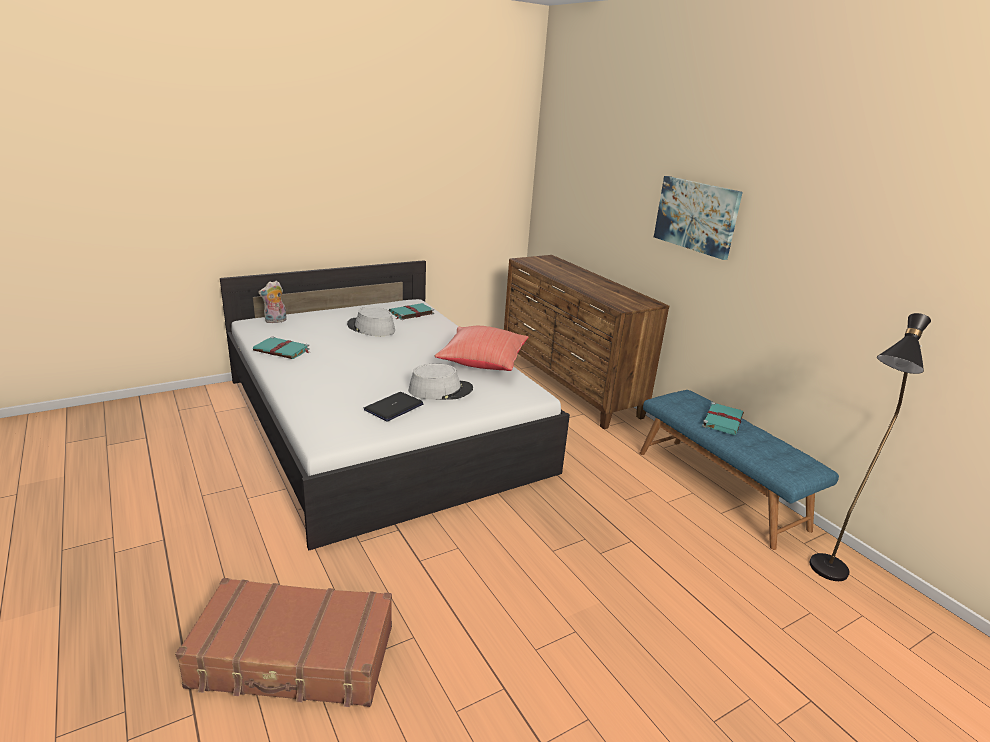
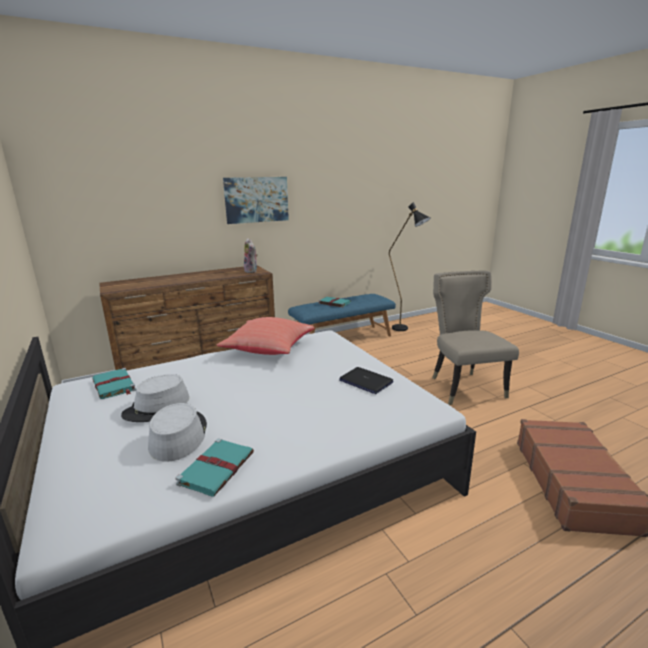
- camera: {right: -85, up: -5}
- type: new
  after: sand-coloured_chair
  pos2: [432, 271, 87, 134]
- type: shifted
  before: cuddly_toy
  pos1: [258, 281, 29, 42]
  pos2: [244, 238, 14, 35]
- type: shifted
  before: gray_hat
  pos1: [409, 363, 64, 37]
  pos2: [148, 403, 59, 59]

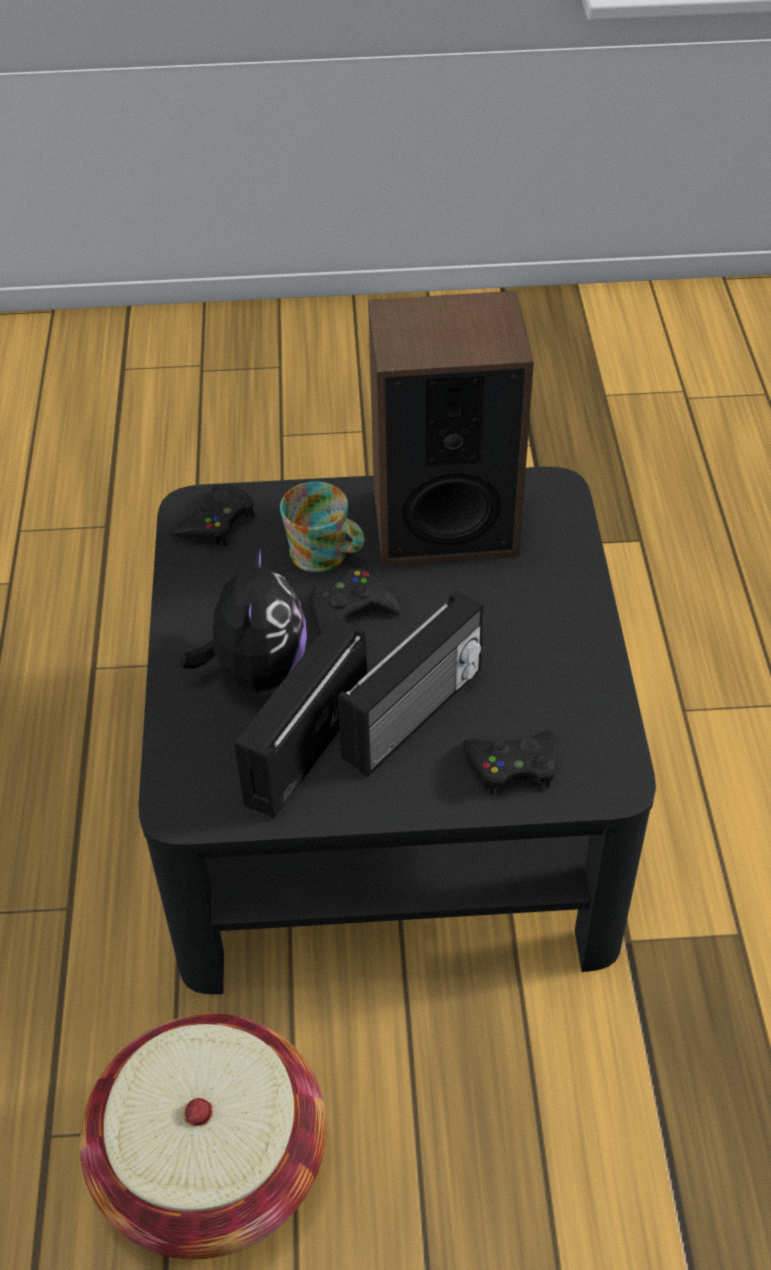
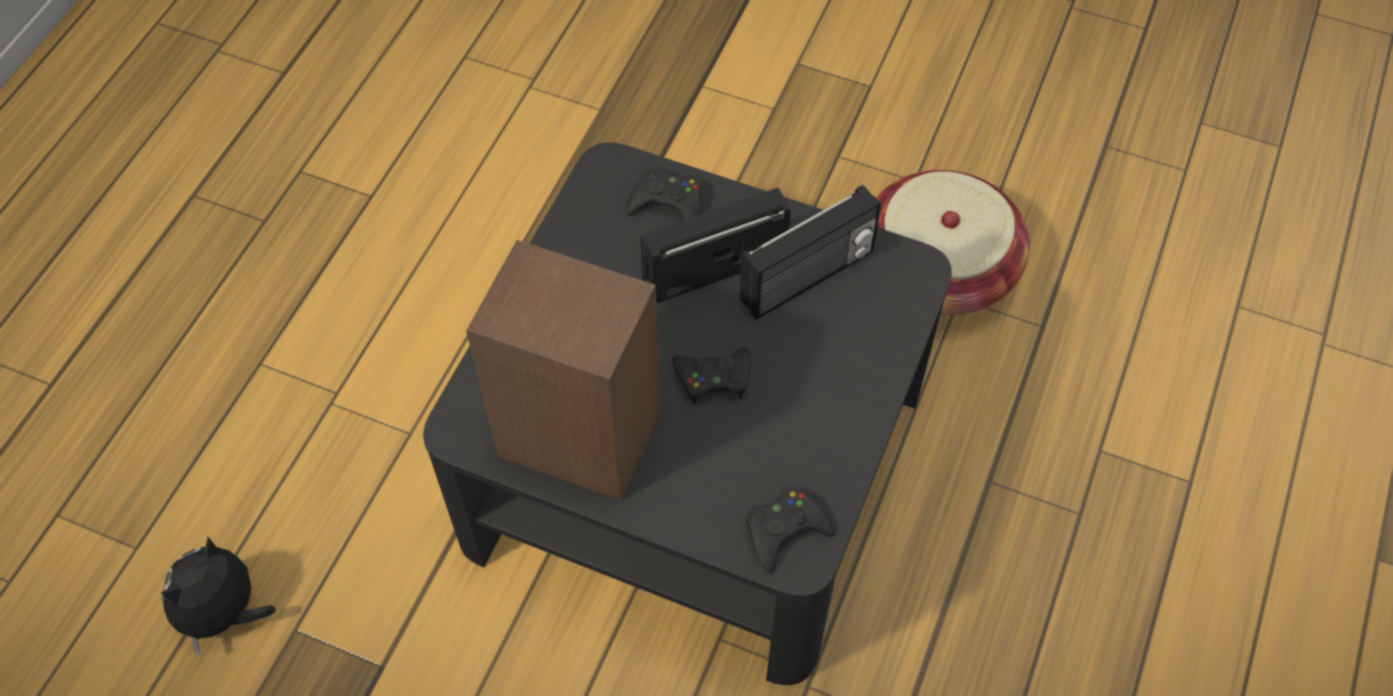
- camera: {right: -155, up: 10}
- type: gone
  before: coffee_mug
  pos1: [280, 482, 84, 90]
- type: shifted
  before: cuddly_toy
  pos1: [180, 543, 127, 149]
  pos2: [161, 537, 115, 118]

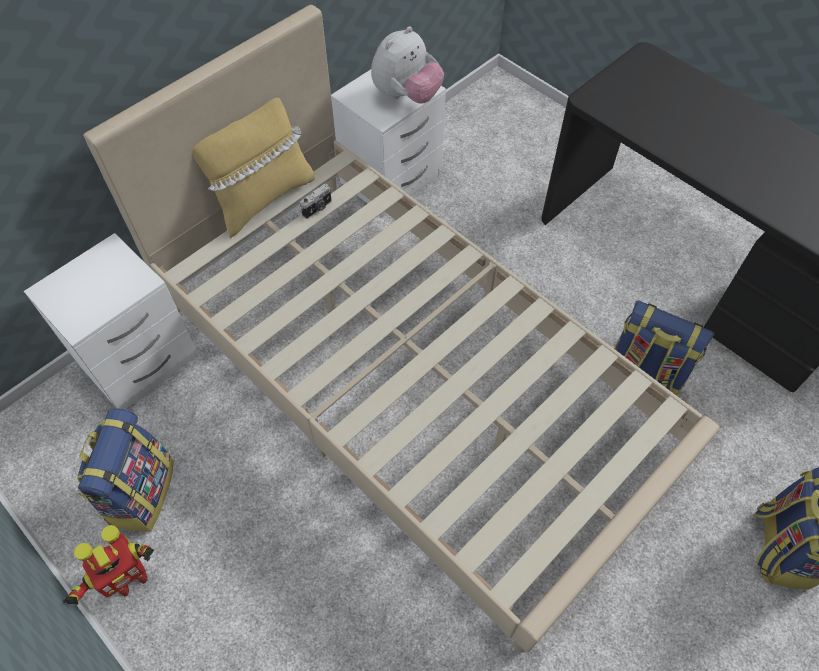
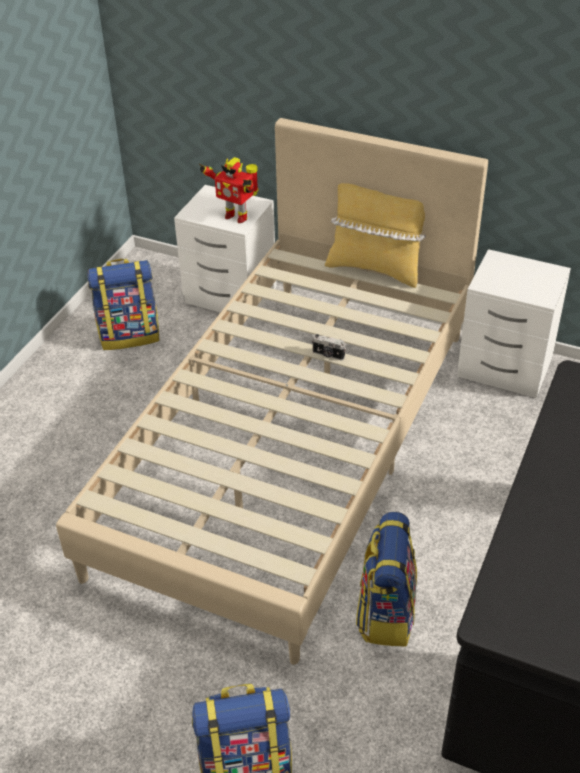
- camera: {right: 70, up: -15}
- type: gone
  before: cuddly_toy
  pos1: [371, 26, 73, 78]
- type: shifted
  before: model_robot
  pos1: [63, 525, 91, 80]
  pos2: [199, 157, 60, 66]
- type: shifted
  before: still_camera
  pos1: [300, 184, 32, 35]
  pos2: [312, 334, 34, 27]

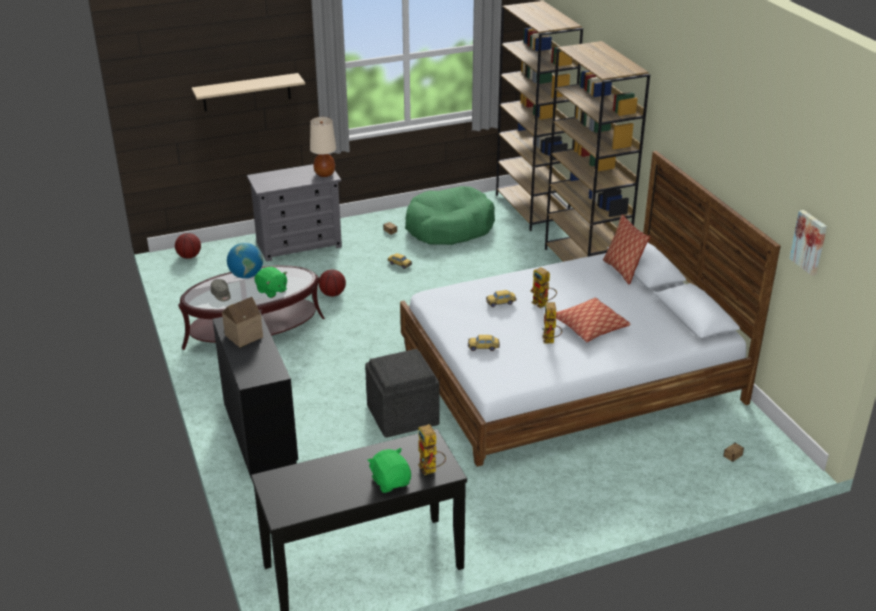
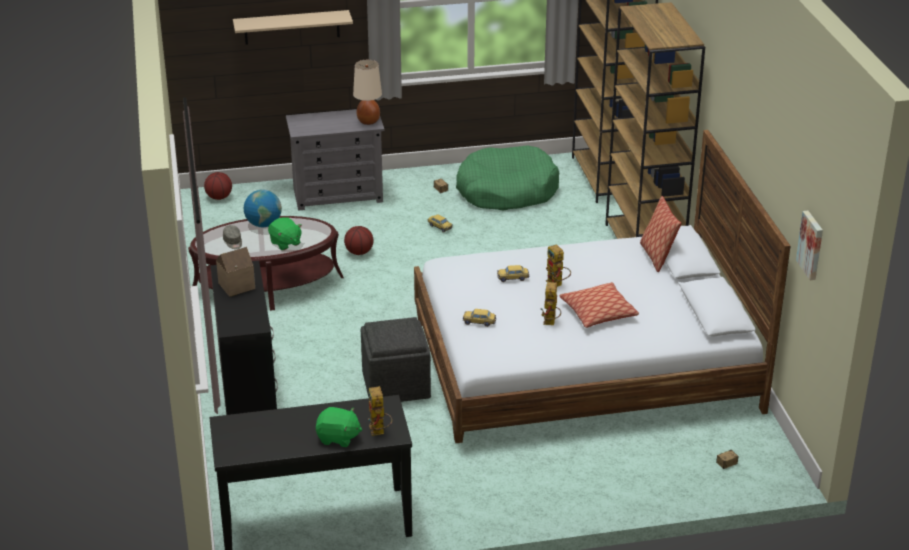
- camera: {right: 10, up: 0}
- type: rotated
  before: greenish_cuddly_toy
  pos1: [367, 448, 44, 45]
  pos2: [316, 407, 46, 40]
  turn: 120

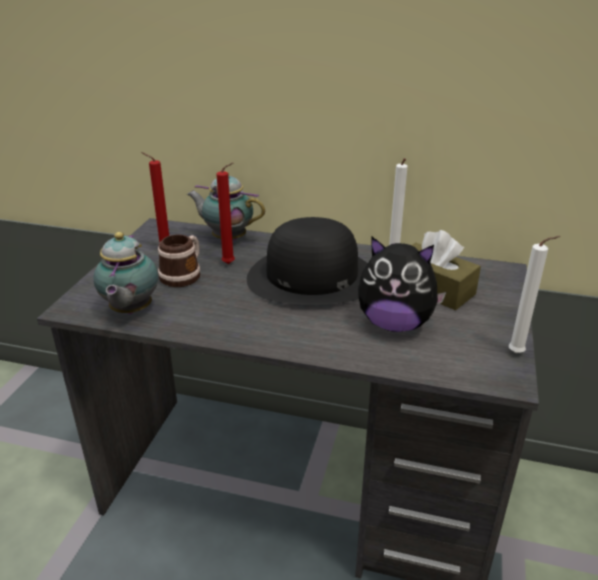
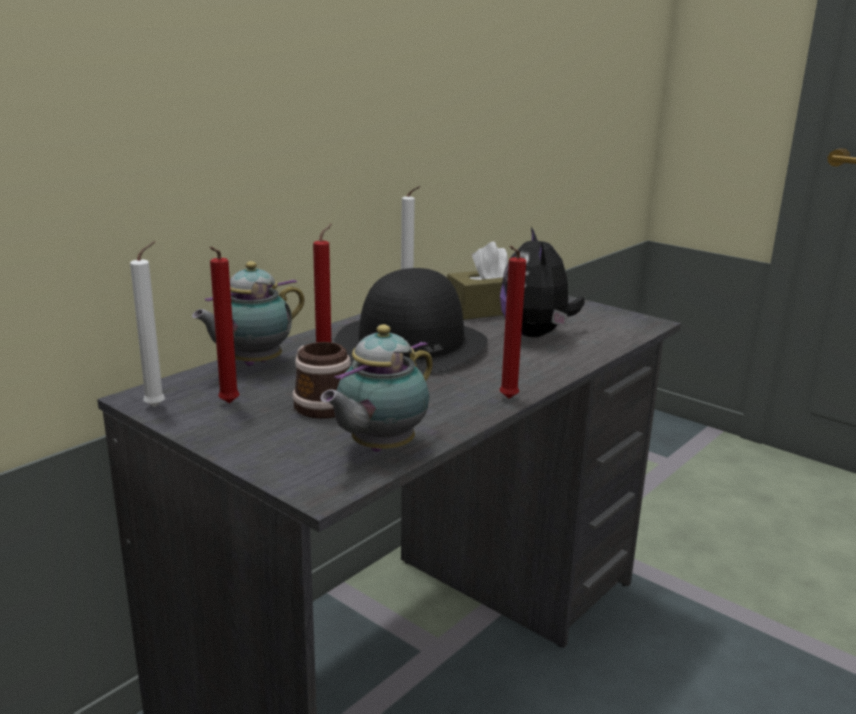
- camera: {right: -65, up: -10}
- type: new
  after: red-coloured_wax_candle
  pos2: [499, 246, 27, 152]
- type: shifted
  before: white-coloured_wax_candle
  pos1: [509, 236, 51, 117]
  pos2: [130, 241, 35, 166]
- type: rotated
  before: teapot
  pos1: [93, 232, 65, 82]
  pos2: [320, 324, 113, 128]
  turn: 105
- type: rotated
  before: cuddly_toy
  pos1: [358, 237, 88, 95]
  pos2: [500, 227, 85, 110]
  turn: 135

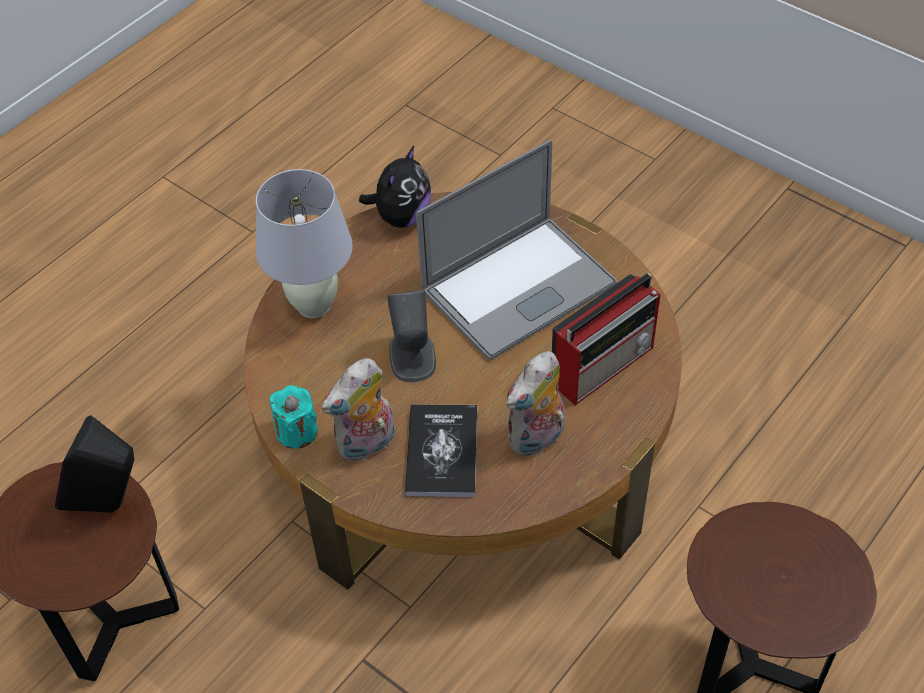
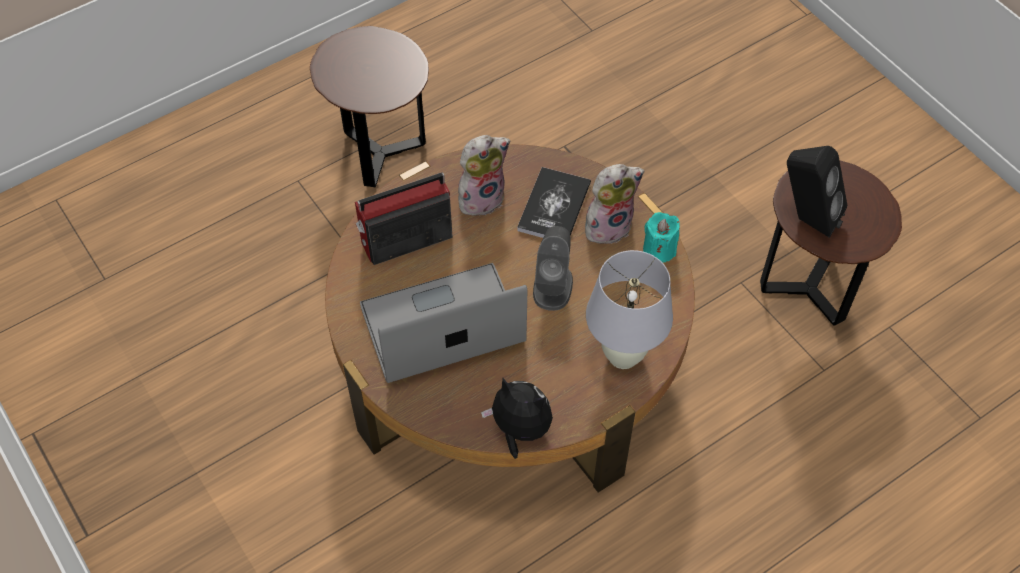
- camera: {right: -165, up: 5}
- type: rotated
  before: cuddly_toy
  pos1: [359, 146, 72, 82]
  pos2: [481, 378, 72, 81]
  turn: 75

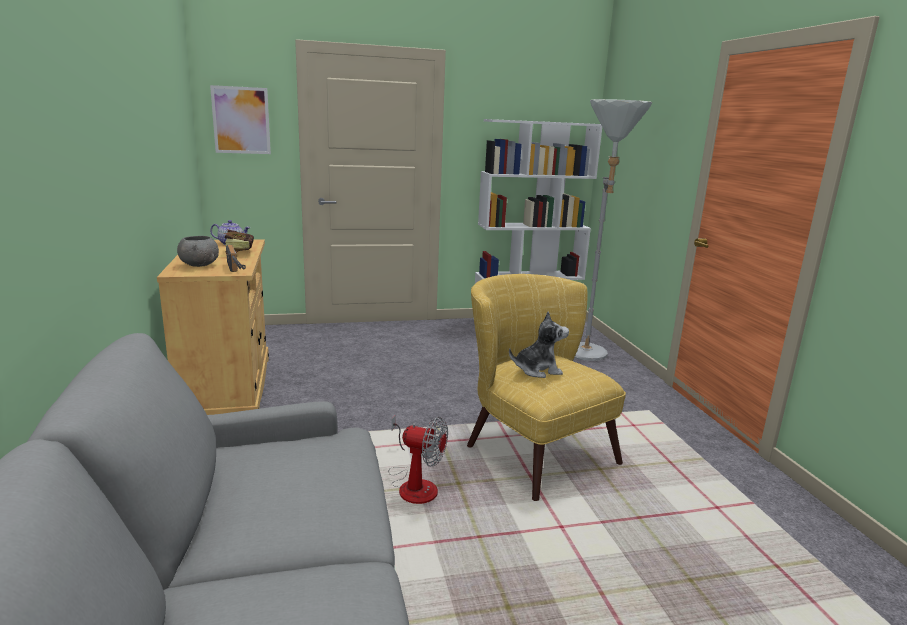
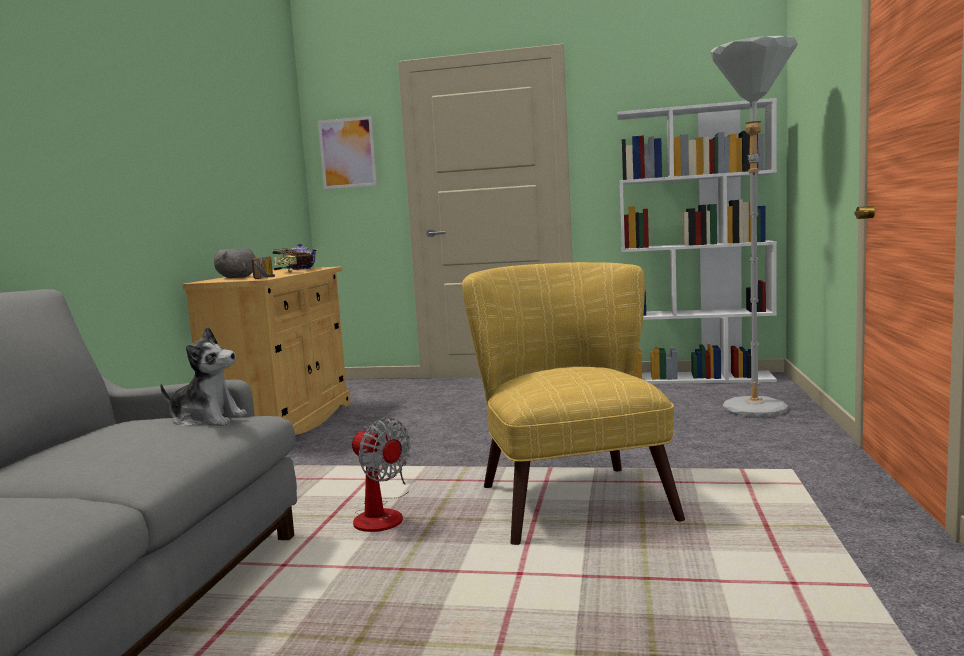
- camera: {right: 25, up: -10}
- type: shifted
  before: cuddly_toy
  pos1: [509, 312, 60, 66]
  pos2: [160, 327, 87, 99]

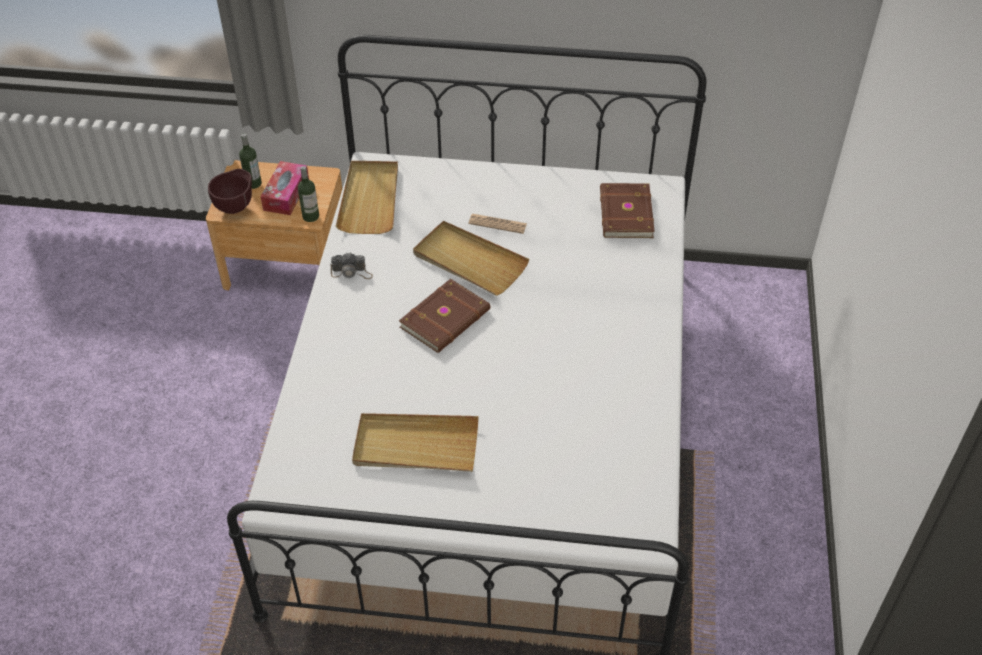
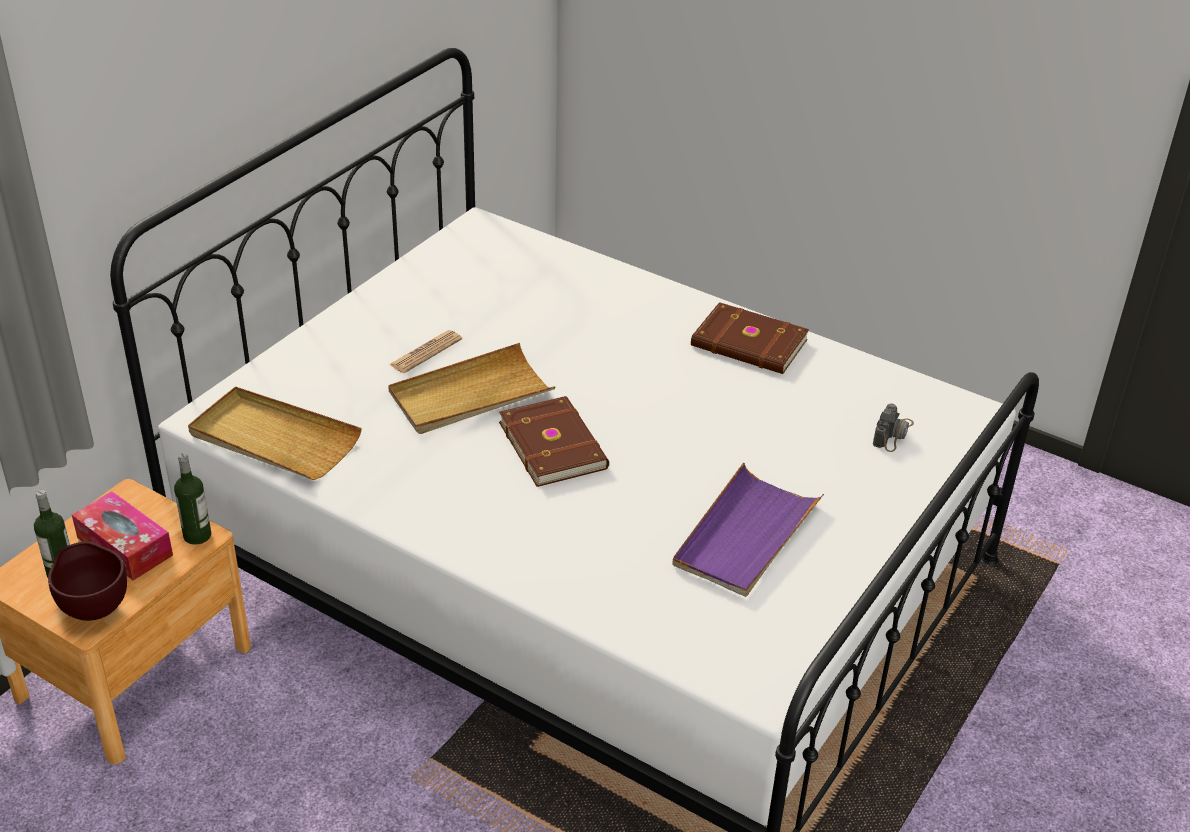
- camera: {right: -65, up: -10}
- type: shifted
  before: still_camera
  pos1: [331, 253, 42, 26]
  pos2: [873, 403, 41, 49]
- type: shifted
  before: brownish_volume
  pos1: [600, 183, 55, 55]
  pos2: [691, 302, 118, 72]
- type: repainted
  before: sand-coloured_serving_tray
  after: purplish_serving_tray
  pos1: [352, 413, 127, 59]
  pos2: [672, 463, 152, 134]

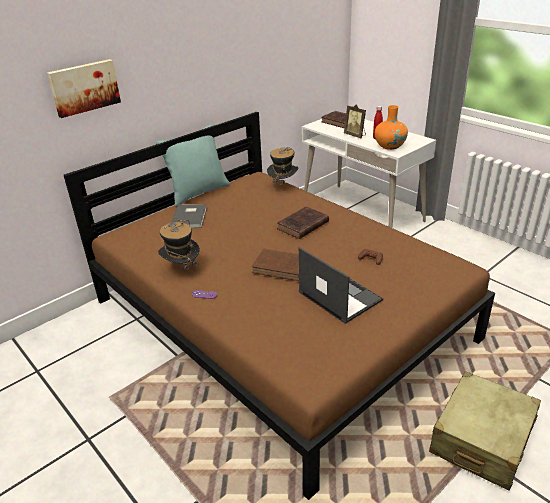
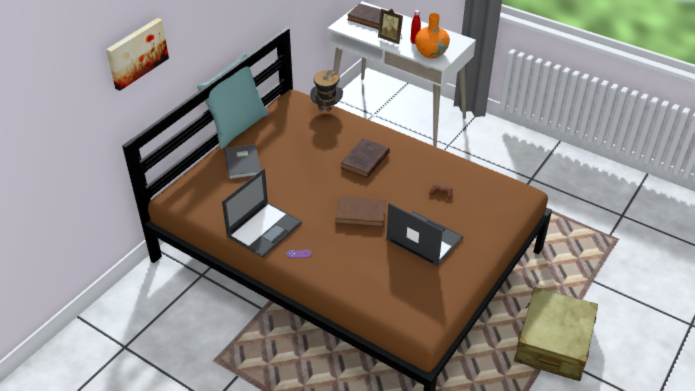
- camera: {right: -15, up: 10}
- type: swapped
  before: hat
  after: laptop
  pos1: [158, 220, 42, 55]
  pos2: [222, 168, 80, 90]

